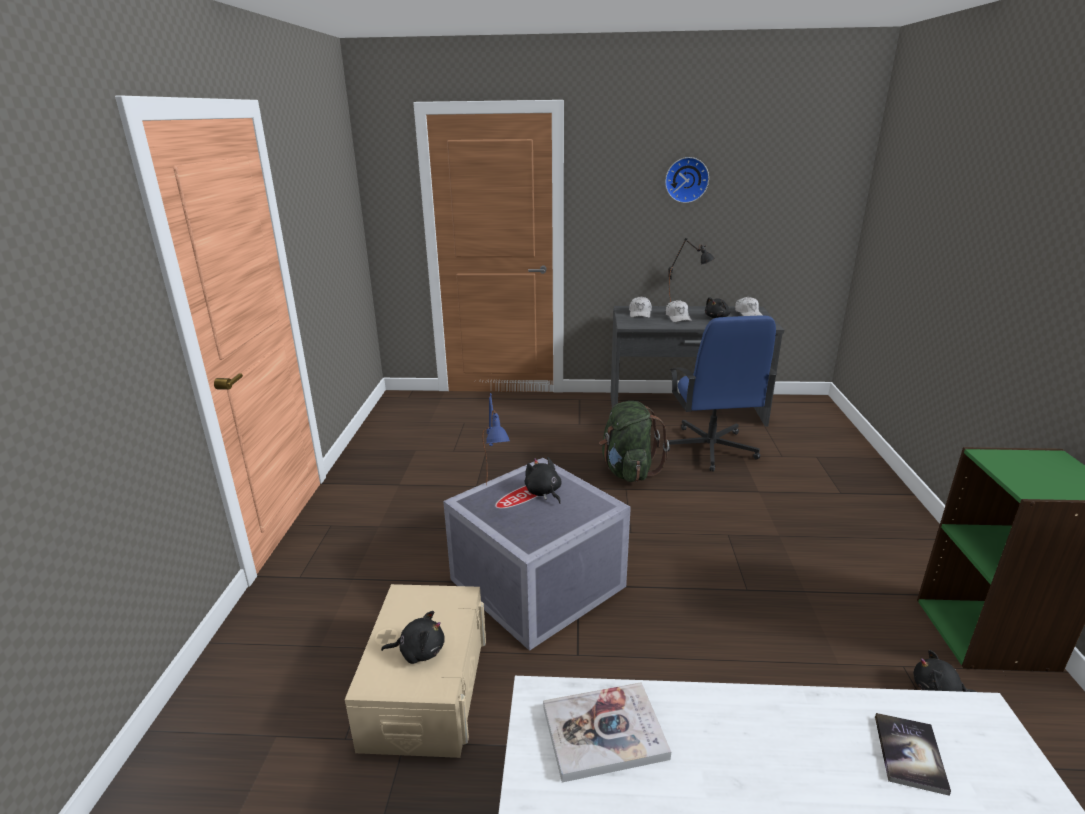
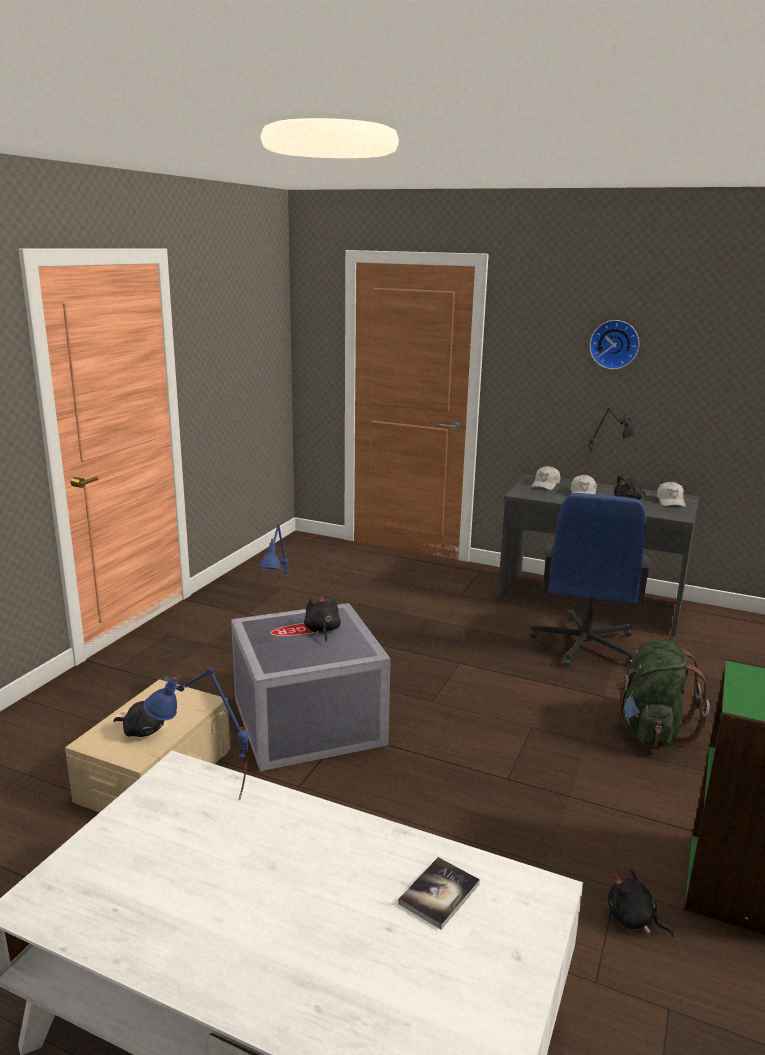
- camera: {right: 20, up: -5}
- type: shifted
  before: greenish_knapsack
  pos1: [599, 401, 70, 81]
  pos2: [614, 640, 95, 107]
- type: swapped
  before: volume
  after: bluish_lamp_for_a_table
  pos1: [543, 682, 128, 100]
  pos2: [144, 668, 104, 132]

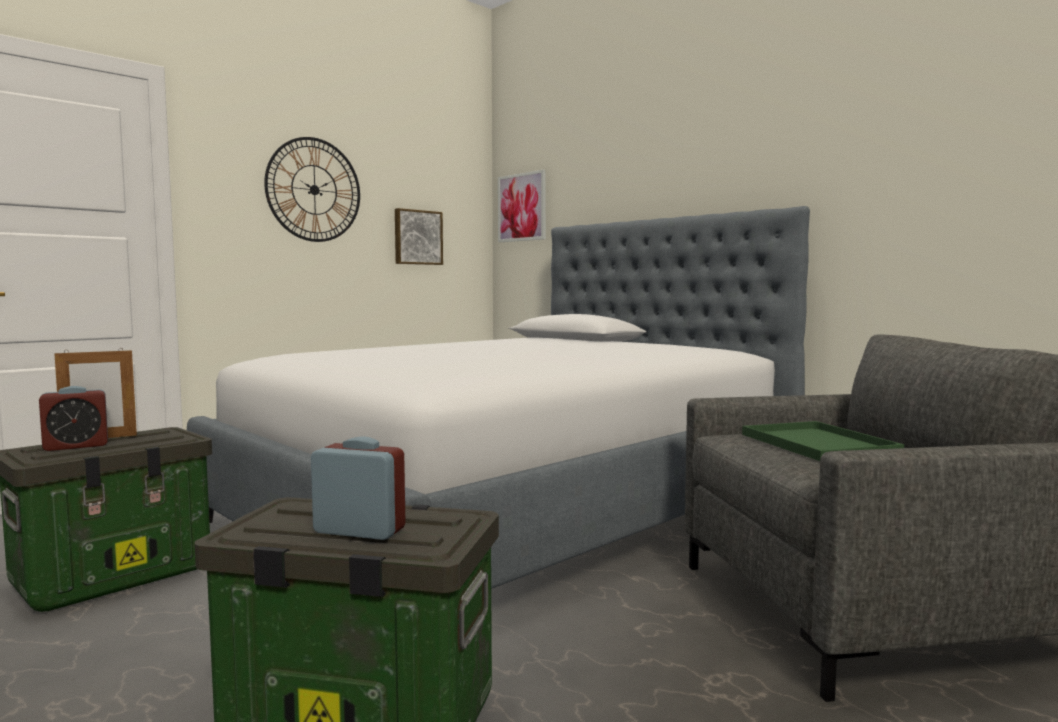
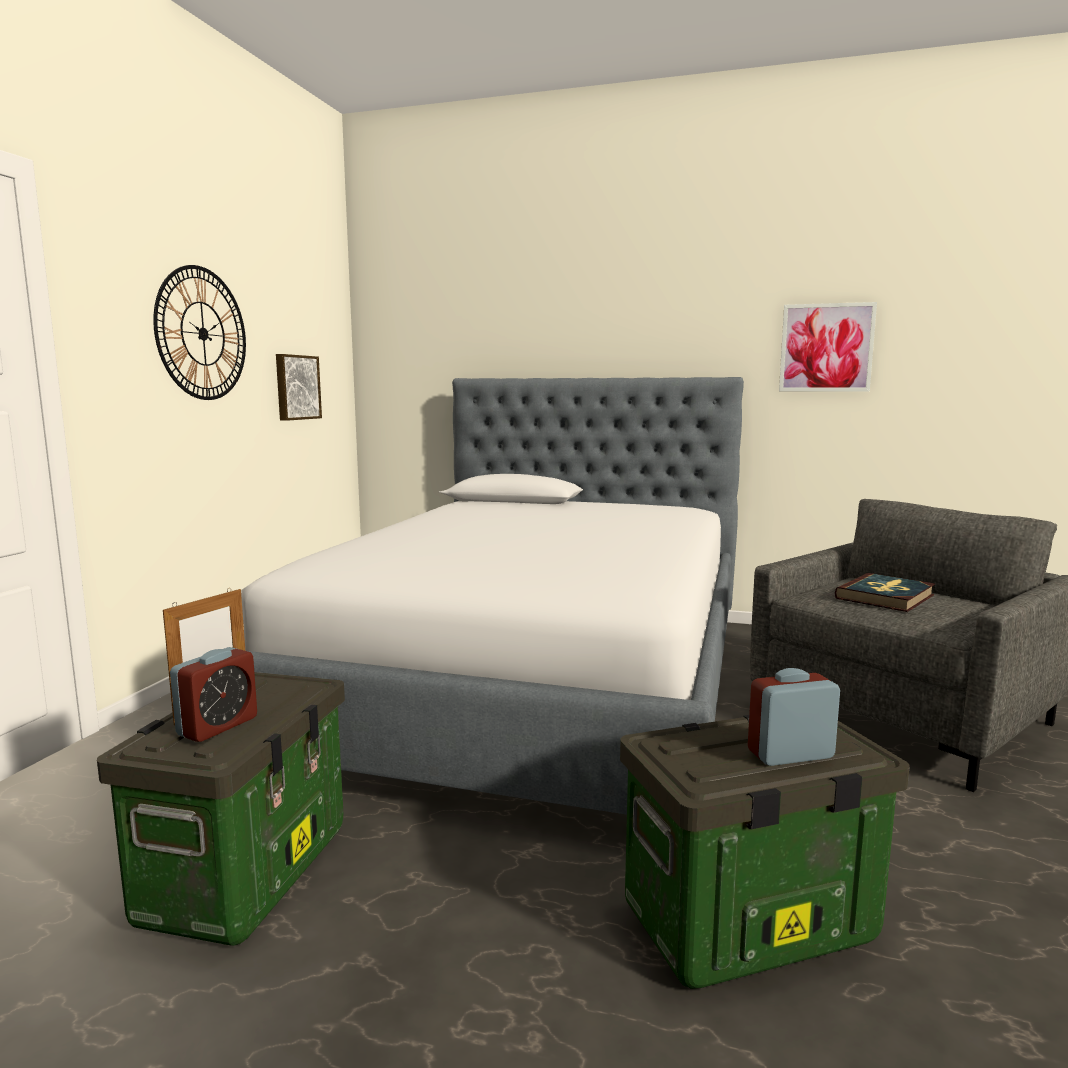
- camera: {right: -30, up: 5}
- type: shifted
  before: picture
  pos1: [498, 170, 48, 72]
  pos2: [779, 302, 98, 89]
- type: swapped
  before: greenish_serving_tray
  after: volume
  pos1: [742, 421, 162, 40]
  pos2: [835, 573, 100, 39]

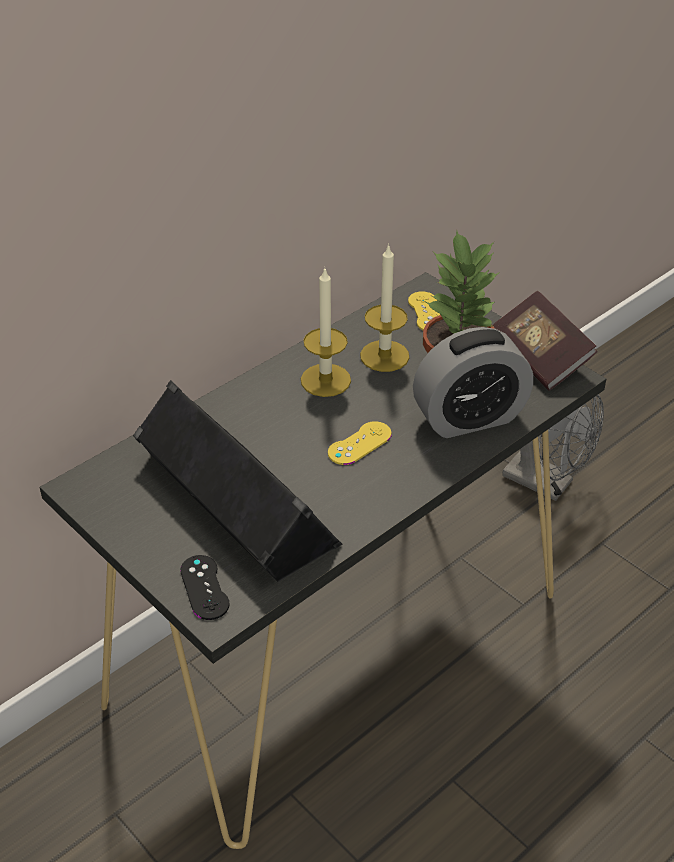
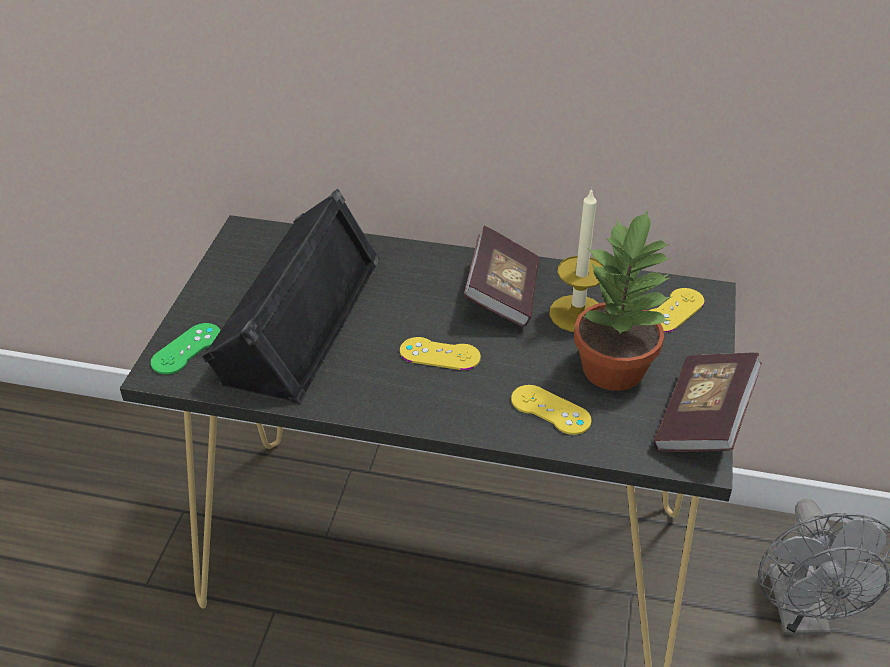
- camera: {right: 55, up: 0}
- type: swapped
  before: wax_candle
  after: volume
  pos1: [301, 269, 50, 128]
  pos2: [464, 226, 75, 101]
- type: swapped
  before: alarm_clock
  after: yellow-coloured_joypad
  pos1: [413, 327, 120, 111]
  pos2: [511, 385, 80, 50]
- type: repainted
  before: black_joypad
  after: greenish_joypad
  pos1: [180, 555, 50, 65]
  pos2: [150, 323, 71, 51]

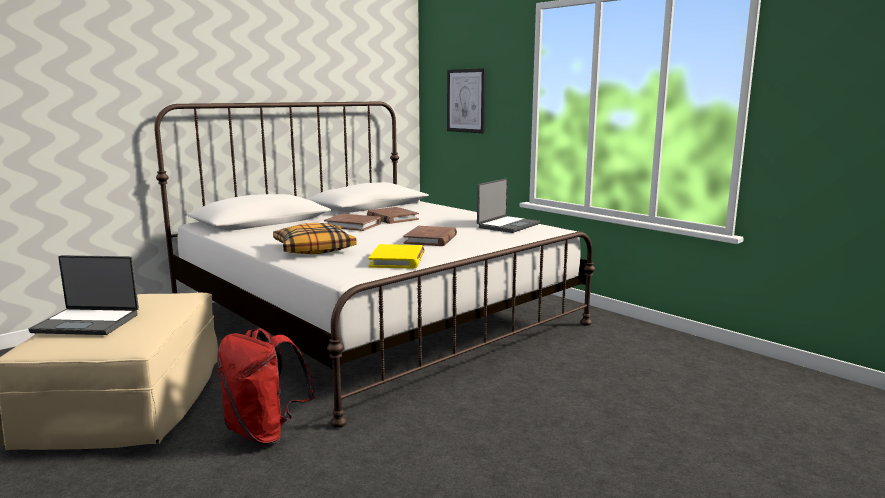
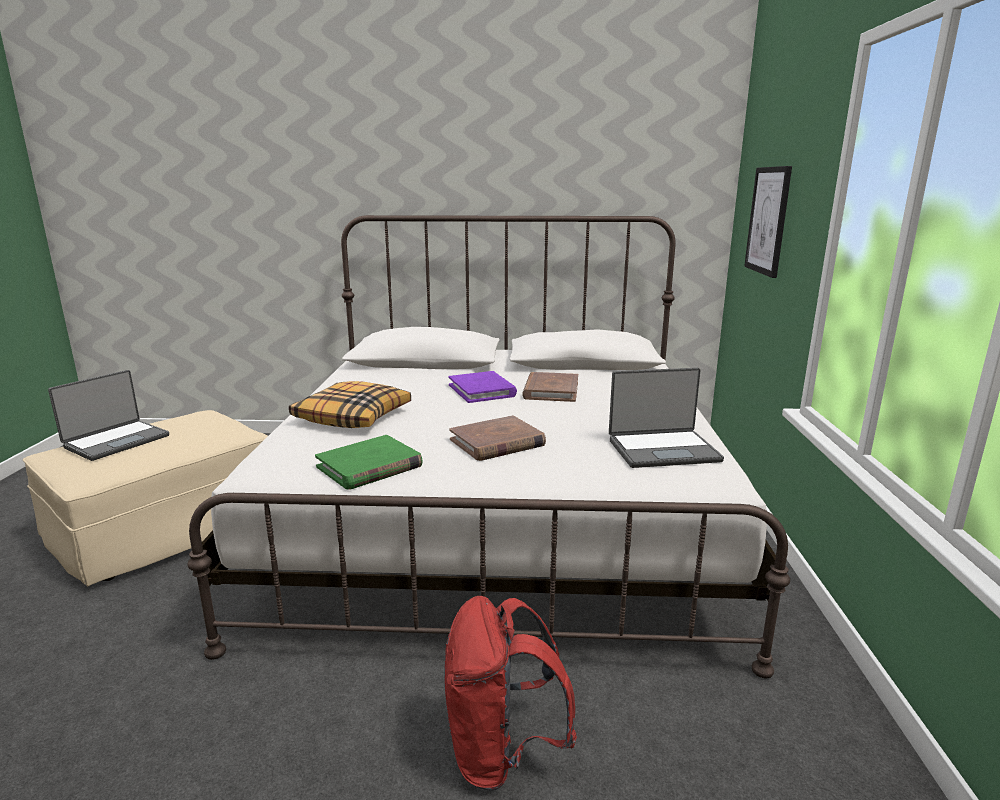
- camera: {right: 45, up: 5}
- type: shifted
  before: red-coloured_knapsack
  pos1: [217, 328, 98, 117]
  pos2: [444, 596, 133, 195]
- type: repainted
  before: brownish_volume
  after: purplish_volume
  pos1: [324, 214, 57, 17]
  pos2: [449, 371, 68, 32]
- type: repainted
  before: yellow-coloured_volume
  after: greenish_volume
  pos1: [368, 244, 57, 24]
  pos2: [315, 435, 108, 55]
- type: rotated
  before: laptop
  pos1: [28, 255, 111, 80]
  pos2: [48, 370, 121, 91]
  turn: -105

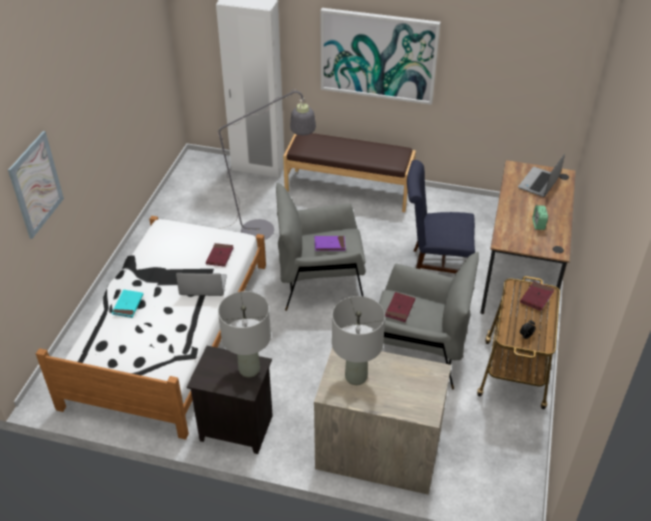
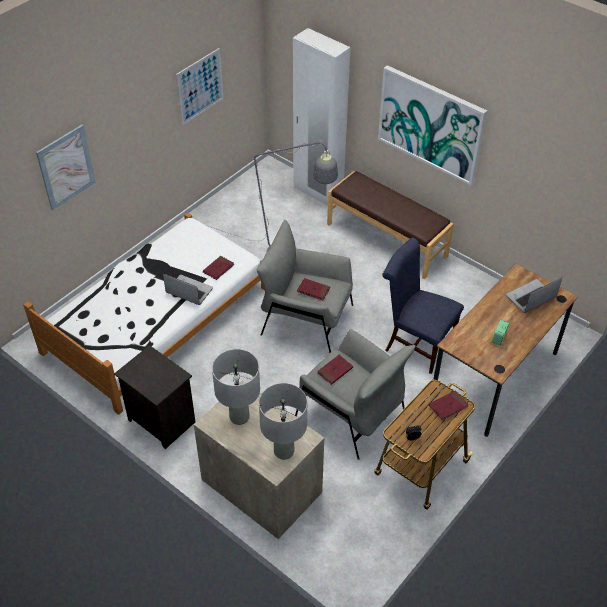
- camera: {right: 25, up: 5}
- type: gone
  before: turquoise_volume
  pos1: [112, 290, 32, 28]
- type: new
  after: picture
  pos2: [176, 48, 47, 77]
- type: shifted
  before: gray_lamp_for_a_table
  pos1: [218, 291, 53, 86]
  pos2: [259, 383, 48, 77]
- type: repainted
  before: purplish_volume
  after: red-coloured_volume
  pos1: [315, 236, 30, 15]
  pos2: [297, 278, 33, 22]

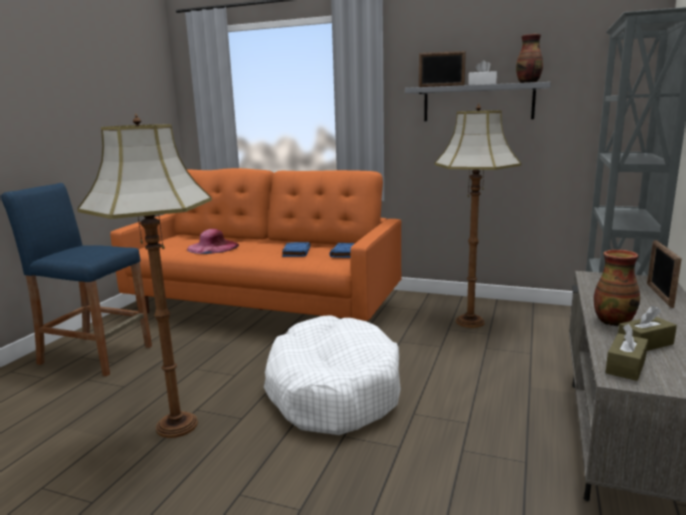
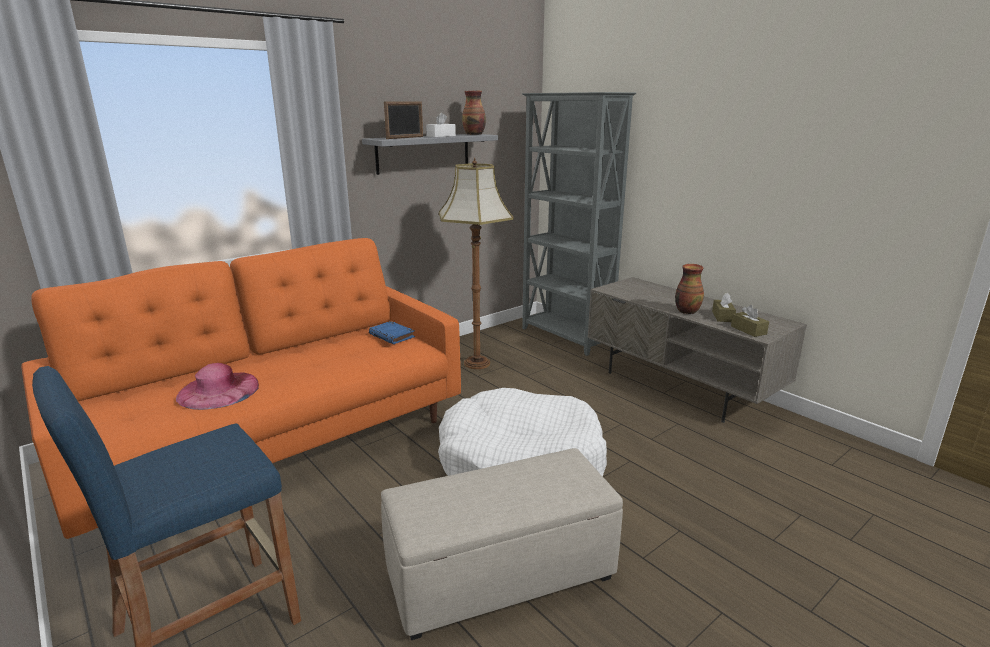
- camera: {right: -60, up: 5}
- type: gone
  before: bluish_volume
  pos1: [282, 242, 29, 15]
- type: gone
  before: photo_frame
  pos1: [647, 240, 35, 68]
- type: swapped
  before: standard_lamp
  after: sand-coloured_pouffe
  pos1: [77, 114, 135, 324]
  pos2: [381, 448, 242, 192]

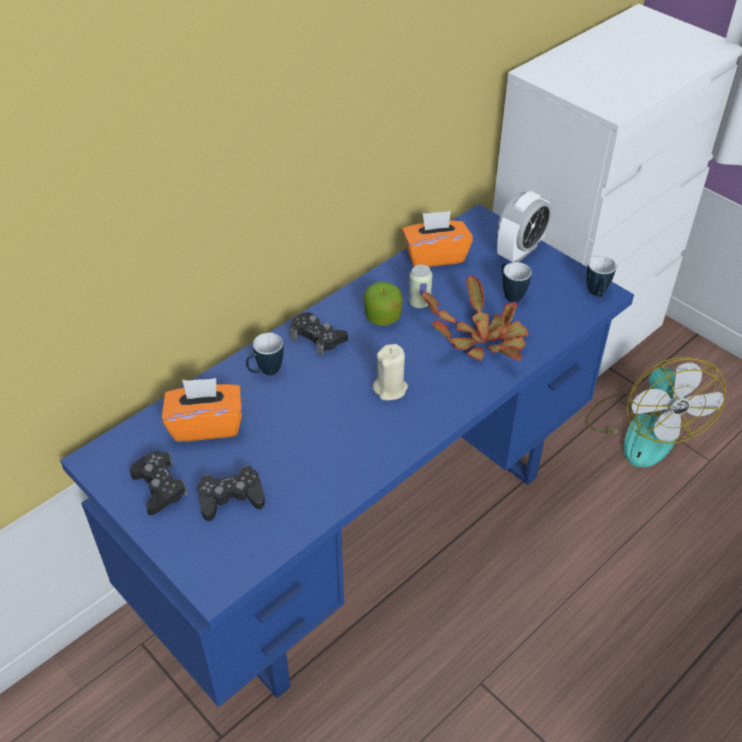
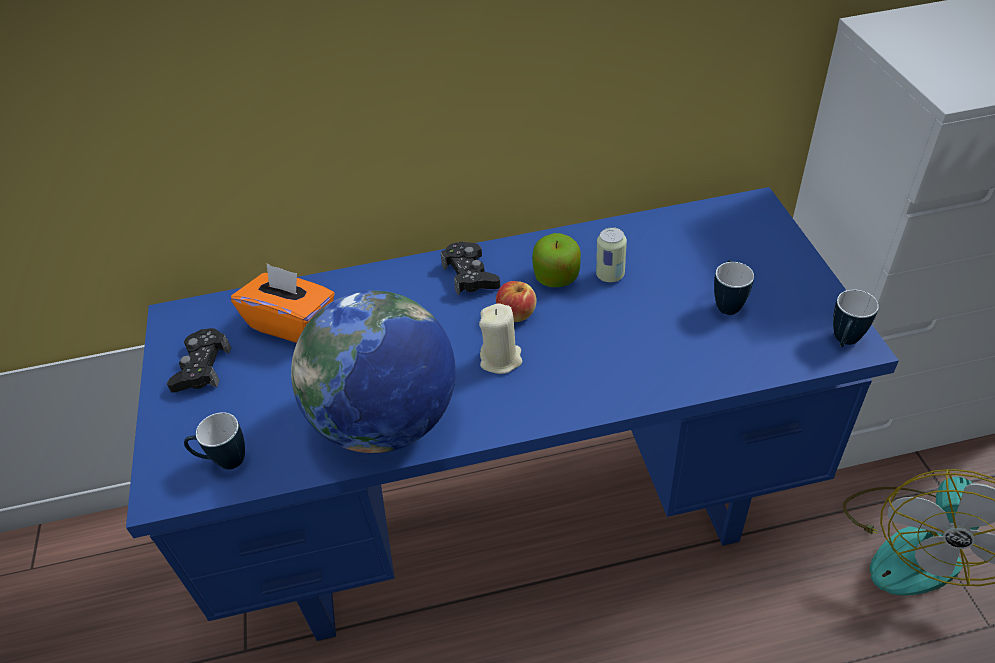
- camera: {right: 35, up: 0}
- type: gone
  before: black_joypad
  pos1: [197, 466, 68, 55]
- type: gone
  before: orange-coloured_box_of_tissues
  pos1: [402, 211, 71, 56]
- type: gone
  before: plant_in_a_pot
  pos1: [422, 275, 107, 86]
- type: gone
  before: alarm_clock
  pos1: [497, 191, 54, 71]
- type: new
  after: globe
  pos2: [291, 290, 165, 163]
- type: new
  after: apple_fruit
  pos2: [496, 281, 41, 41]
- type: shifted
  before: coffee_mug
  pos1: [246, 333, 38, 42]
  pos2: [184, 412, 61, 57]

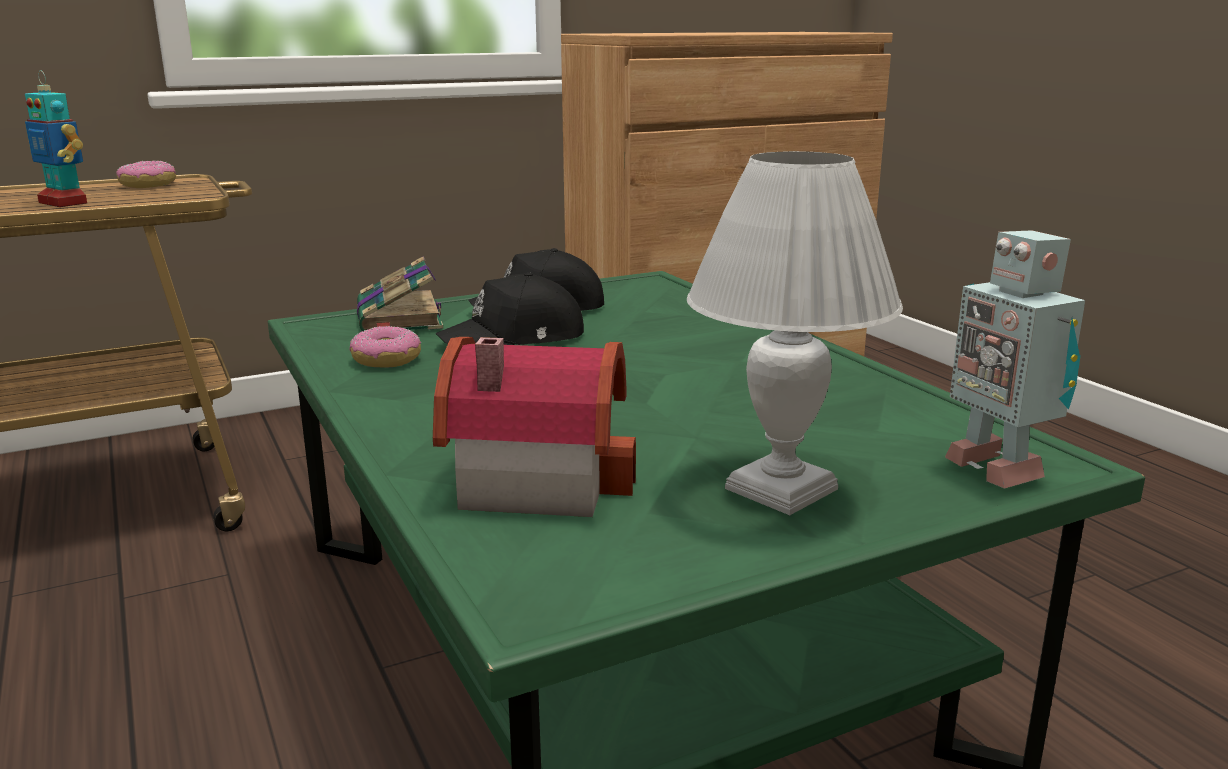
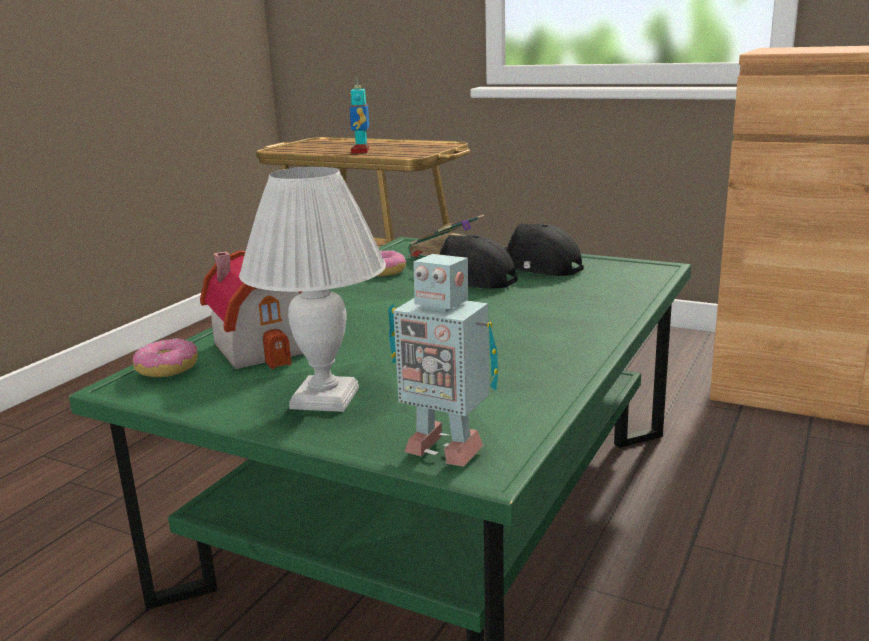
- camera: {right: 55, up: 0}
- type: shifted
  before: donut
  pos1: [117, 160, 59, 28]
  pos2: [133, 338, 65, 39]
- type: rotated
  before: model_robot
  pos1: [945, 230, 140, 259]
  pos2: [388, 254, 110, 213]
  turn: -90

